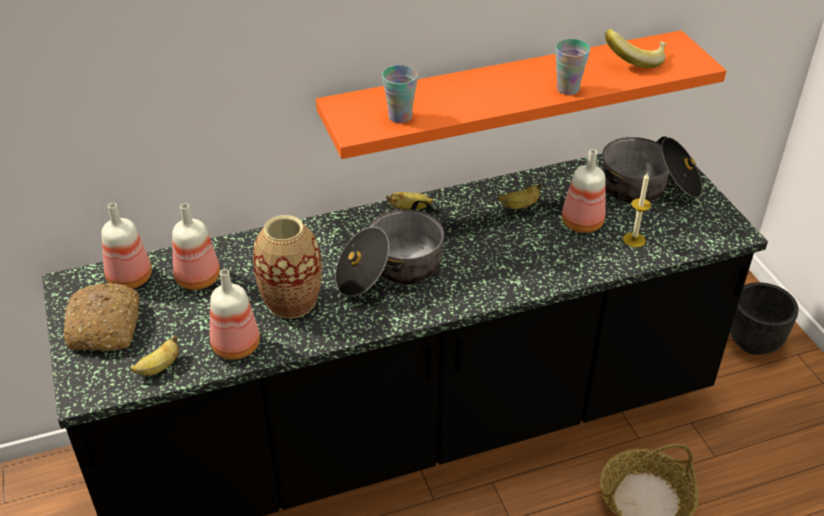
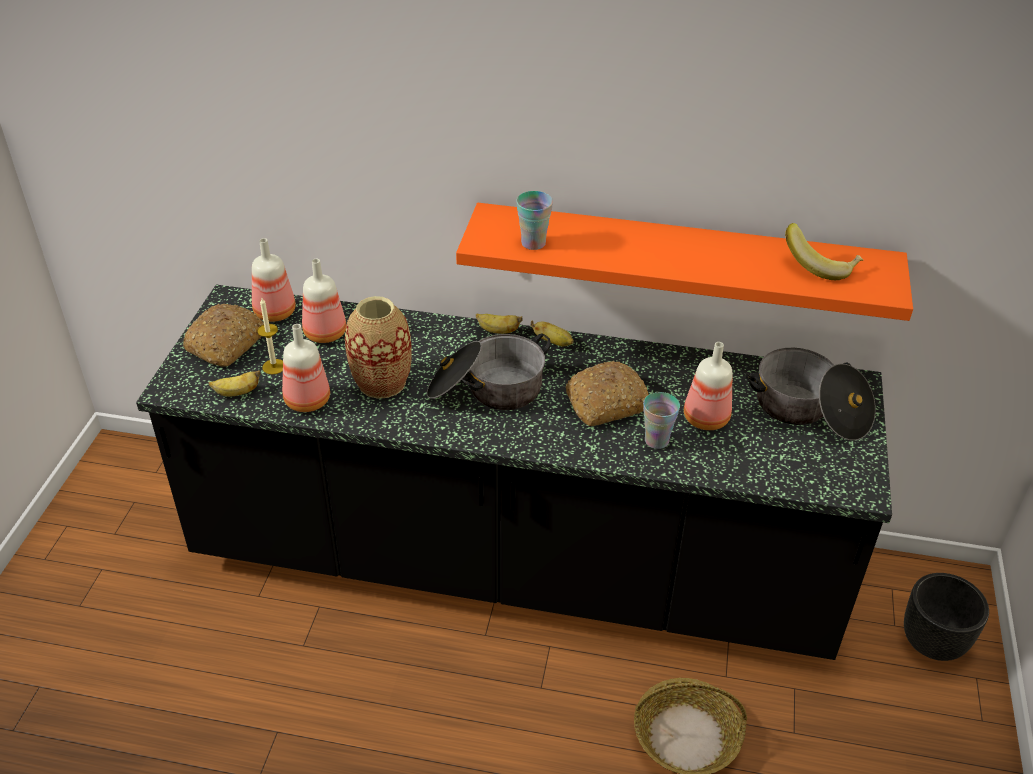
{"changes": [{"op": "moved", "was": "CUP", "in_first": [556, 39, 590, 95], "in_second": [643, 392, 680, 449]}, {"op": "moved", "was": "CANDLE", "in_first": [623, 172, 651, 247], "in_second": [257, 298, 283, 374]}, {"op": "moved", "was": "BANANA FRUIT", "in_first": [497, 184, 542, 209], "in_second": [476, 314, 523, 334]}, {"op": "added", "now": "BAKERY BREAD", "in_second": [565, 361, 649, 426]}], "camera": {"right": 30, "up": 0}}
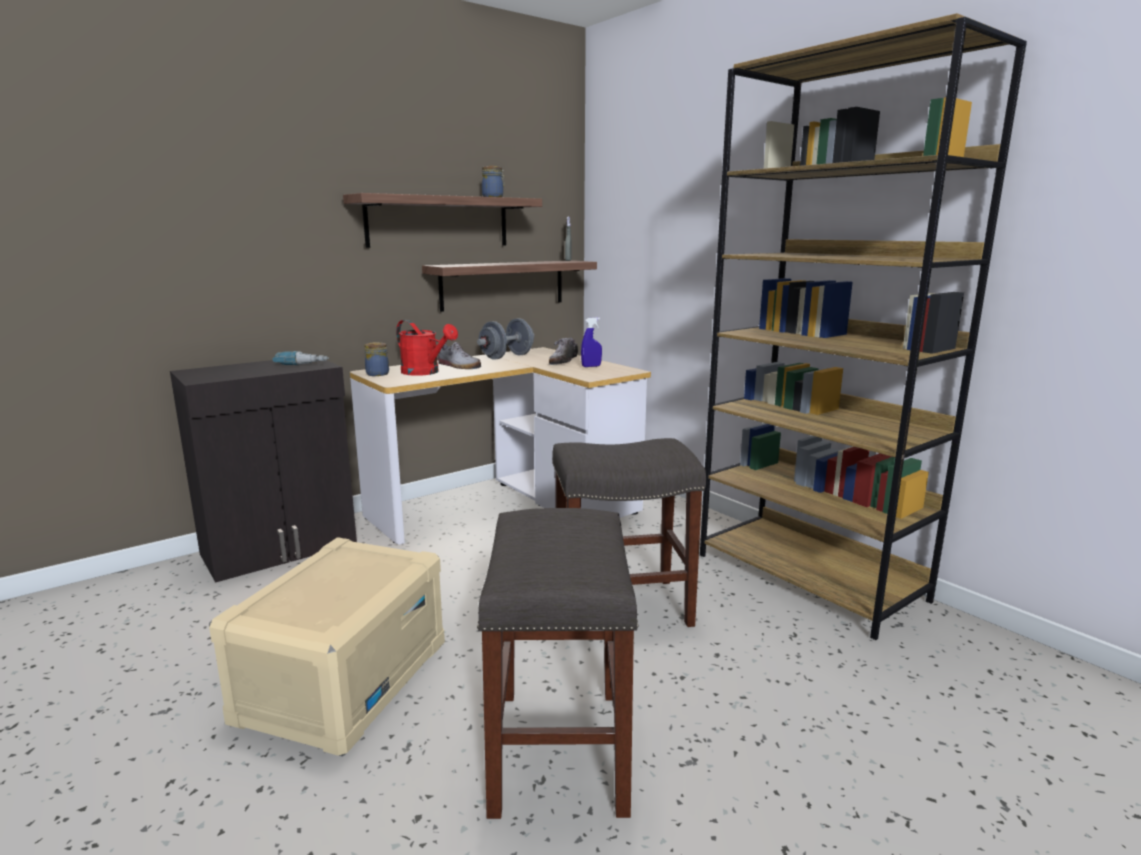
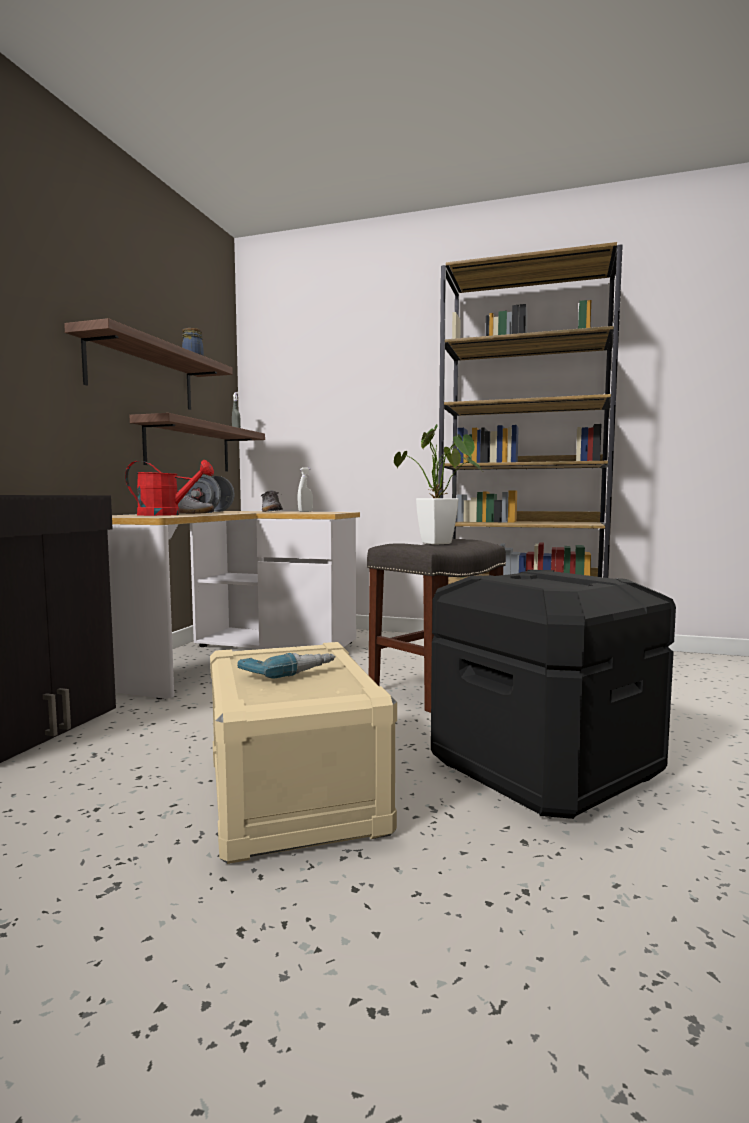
{"changes": [{"op": "recoloured", "was": "BLUE SPRAYER", "now": "WHITISH SPRAYER", "in_first": [581, 317, 602, 367], "in_second": [298, 467, 313, 512]}, {"op": "removed", "was": "JAR", "in_first": [364, 342, 389, 376]}, {"op": "moved", "was": "ELECTRIC DRILL", "in_first": [272, 351, 329, 365], "in_second": [237, 653, 336, 678]}, {"op": "replaced", "was": "GREY STOOL SEAT", "now": "BLACK-COLOURED STORAGE BIN", "in_first": [477, 508, 639, 819], "in_second": [431, 570, 676, 819]}, {"op": "added", "now": "PLANT IN A POT", "in_second": [394, 424, 482, 545]}], "camera": {"right": -35, "up": -10}}
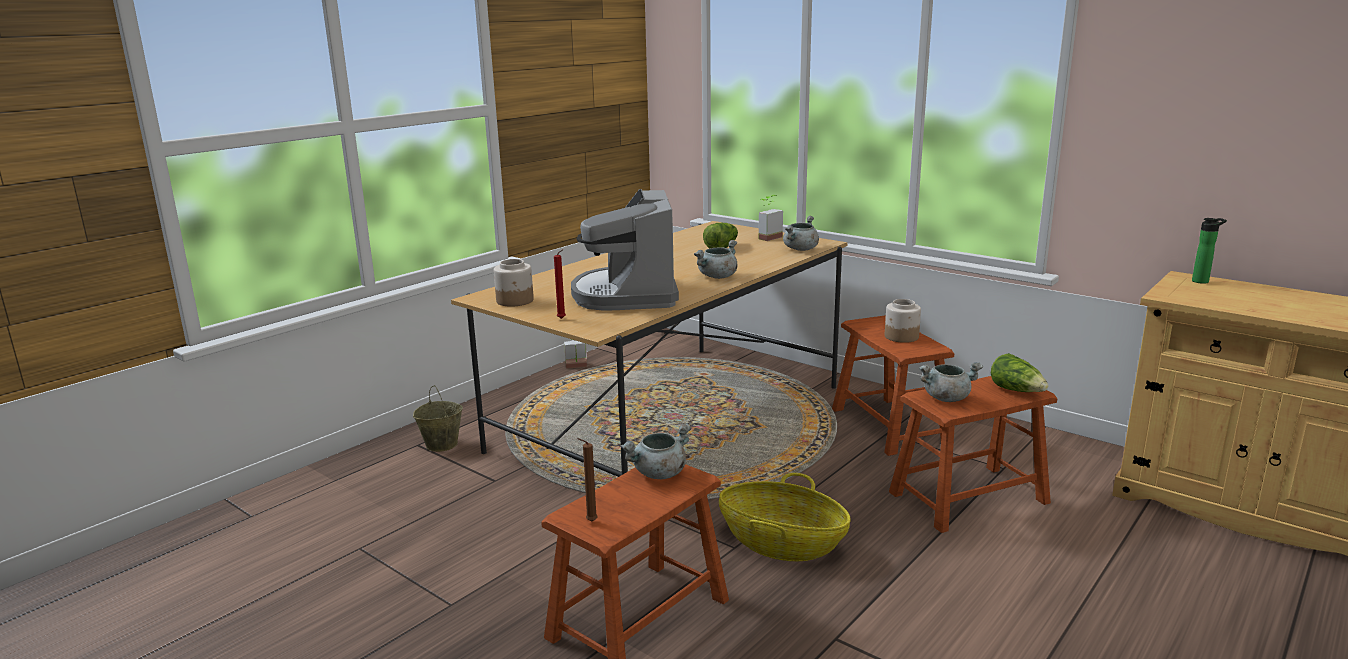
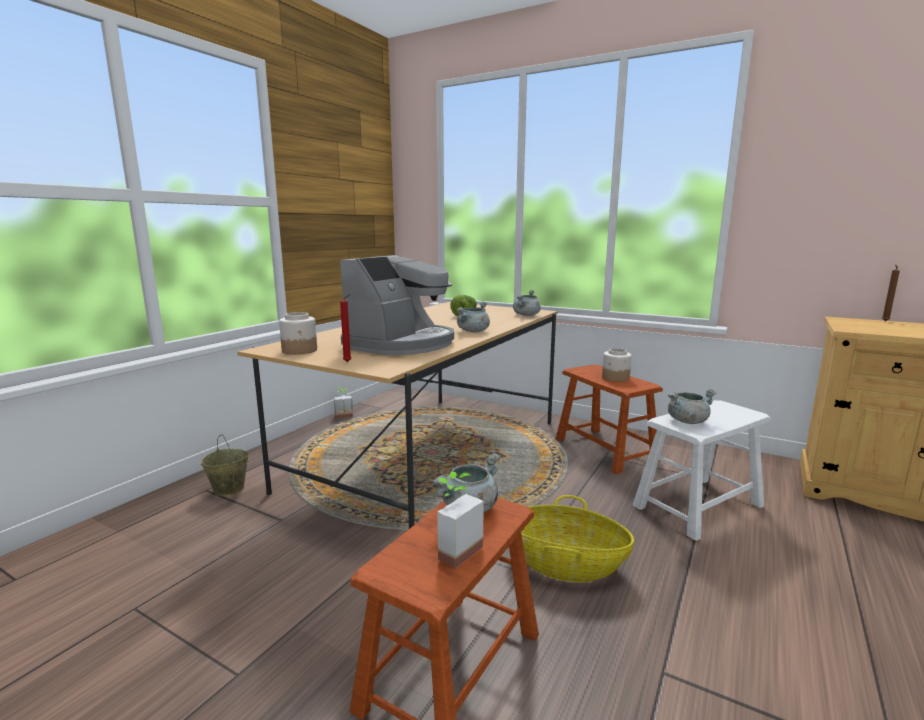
{"changes": [{"op": "turned", "was": "COFFEE MACHINE", "in_first": [571, 189, 679, 311], "in_second": [340, 255, 454, 355], "clockwise": -135}, {"op": "moved", "was": "PLANT IN A POT", "in_first": [759, 195, 783, 241], "in_second": [437, 472, 484, 569]}, {"op": "removed", "was": "DRINK BOTTLE", "in_first": [1192, 218, 1227, 284]}, {"op": "removed", "was": "LETTUCE", "in_first": [991, 353, 1048, 392]}, {"op": "recoloured", "was": "BROWN-COLOURED STOOL SEAT", "now": "WHITISH STOOL SEAT", "in_first": [889, 376, 1058, 533], "in_second": [633, 400, 771, 541]}, {"op": "moved", "was": "BROWN-COLOURED CANDLE", "in_first": [578, 438, 598, 521], "in_second": [882, 265, 900, 321]}], "camera": {"right": -10, "up": -5}}
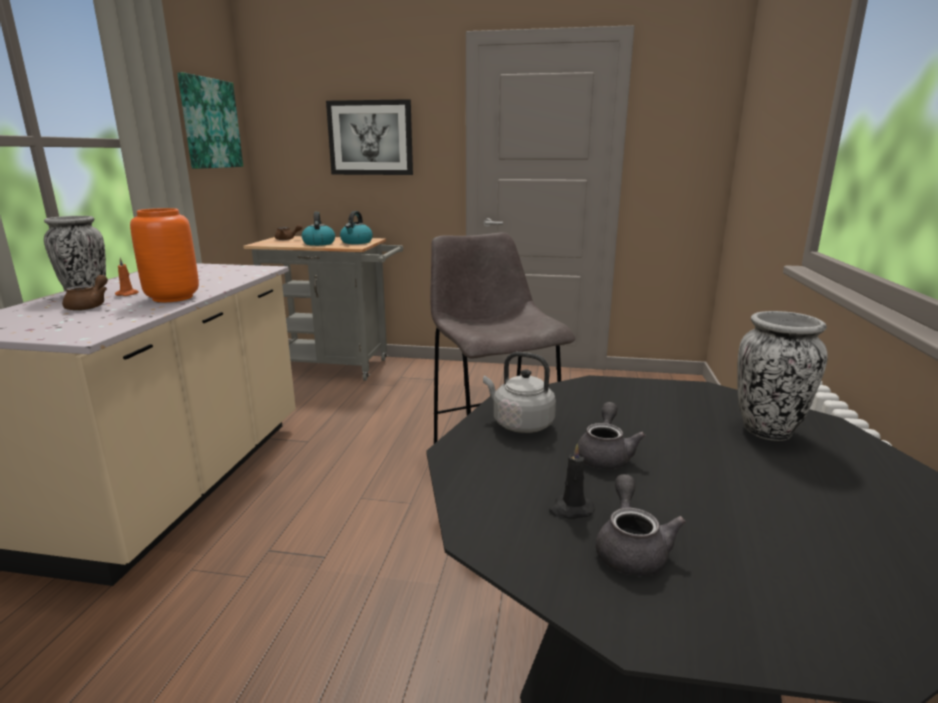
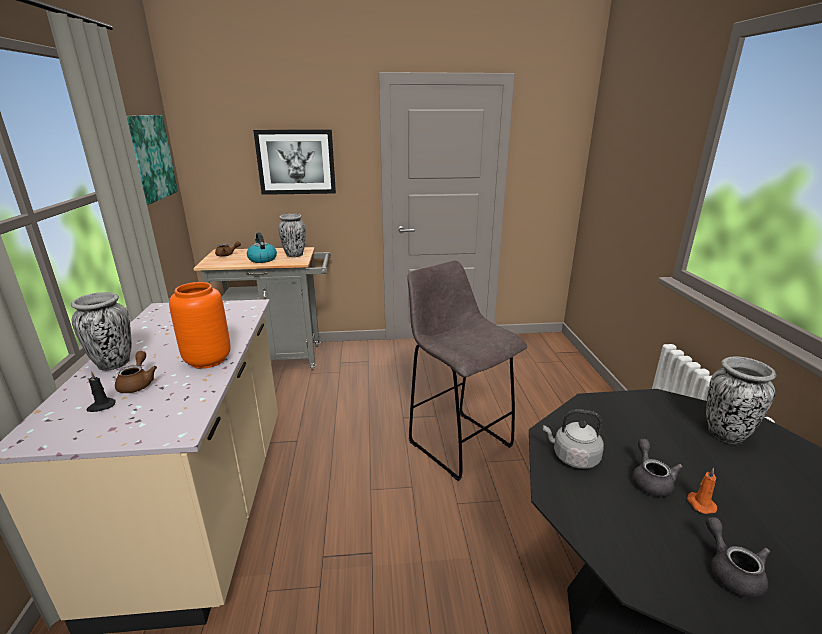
{"changes": [{"op": "replaced", "was": "TEA KETTLE", "now": "VASE", "in_first": [340, 211, 373, 244], "in_second": [278, 214, 306, 257]}, {"op": "moved", "was": "ORANGE CANDLE", "in_first": [115, 258, 139, 296], "in_second": [687, 468, 717, 514]}, {"op": "moved", "was": "BLACK-COLOURED CANDLE", "in_first": [549, 444, 594, 519], "in_second": [87, 371, 116, 412]}], "camera": {"right": -15, "up": 5}}
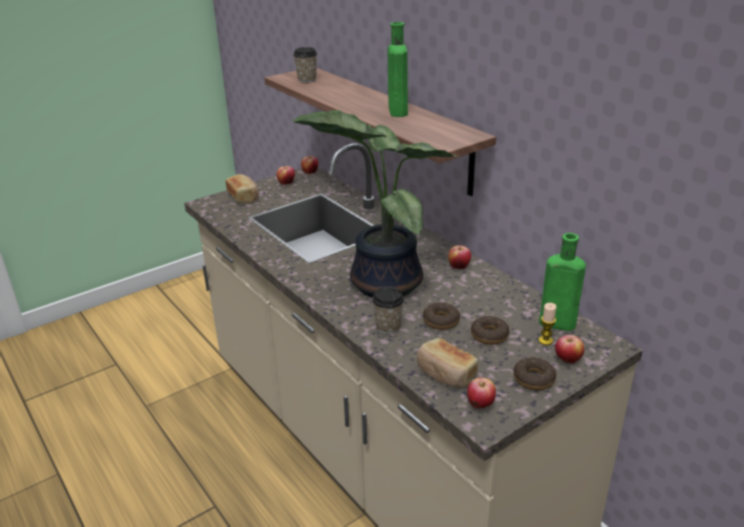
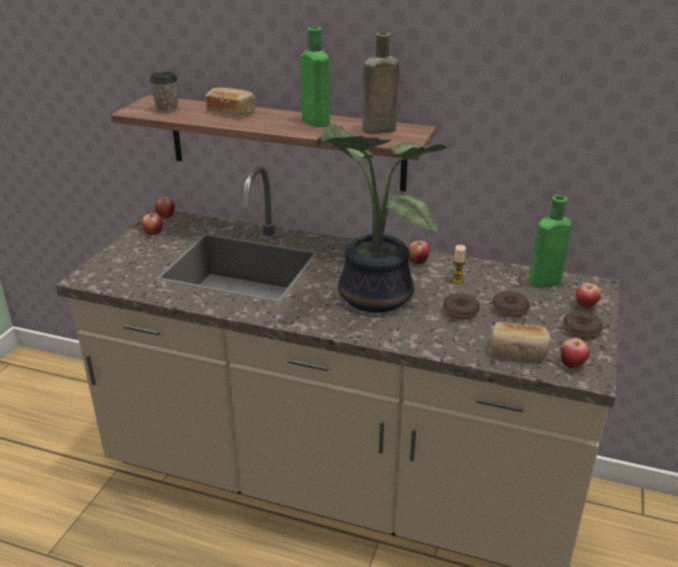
{"changes": [{"op": "moved", "was": "BAKERY BREAD", "in_first": [226, 174, 258, 203], "in_second": [206, 88, 256, 115]}, {"op": "removed", "was": "CUP", "in_first": [372, 287, 404, 334]}, {"op": "moved", "was": "CANDLE", "in_first": [538, 303, 556, 345], "in_second": [451, 245, 466, 284]}, {"op": "added", "now": "BROWN-COLOURED DRINK BOTTLE", "in_second": [362, 32, 399, 134]}], "camera": {"right": -35, "up": 0}}
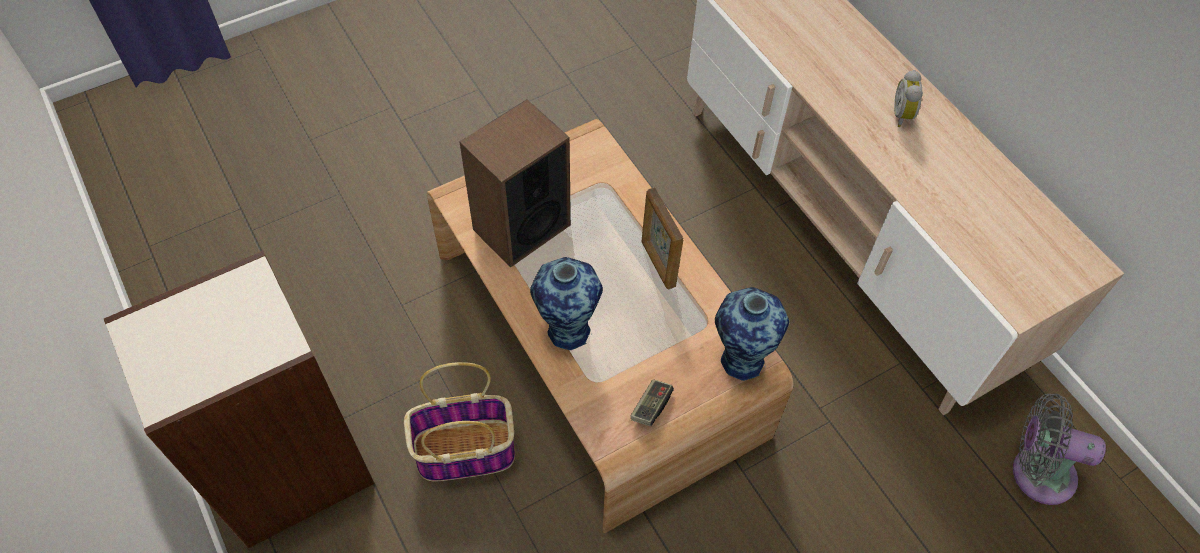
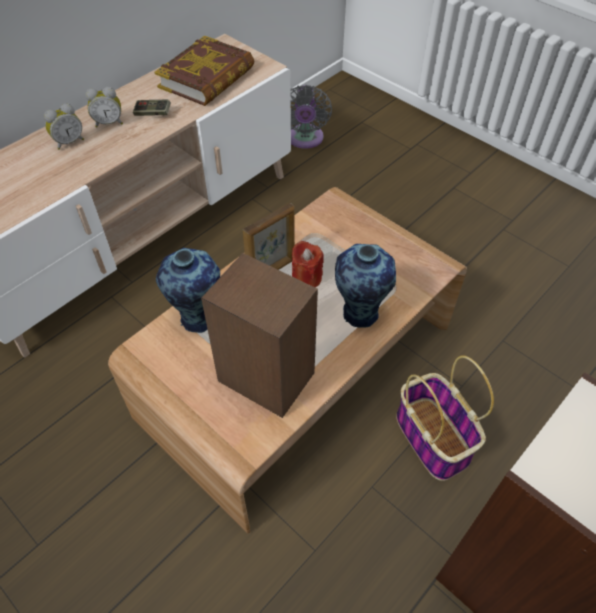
{"changes": [{"op": "moved", "was": "VASE", "in_first": [715, 287, 789, 381], "in_second": [156, 248, 220, 333]}, {"op": "moved", "was": "GAME CONTROLLER", "in_first": [631, 379, 674, 427], "in_second": [133, 99, 171, 116]}, {"op": "added", "now": "BOUND BOOK", "in_second": [154, 36, 254, 106]}, {"op": "added", "now": "BEDSIDE CLOCK", "in_second": [44, 103, 84, 150]}, {"op": "added", "now": "RED CANDLE", "in_second": [292, 241, 324, 288]}], "camera": {"right": -105, "up": -5}}
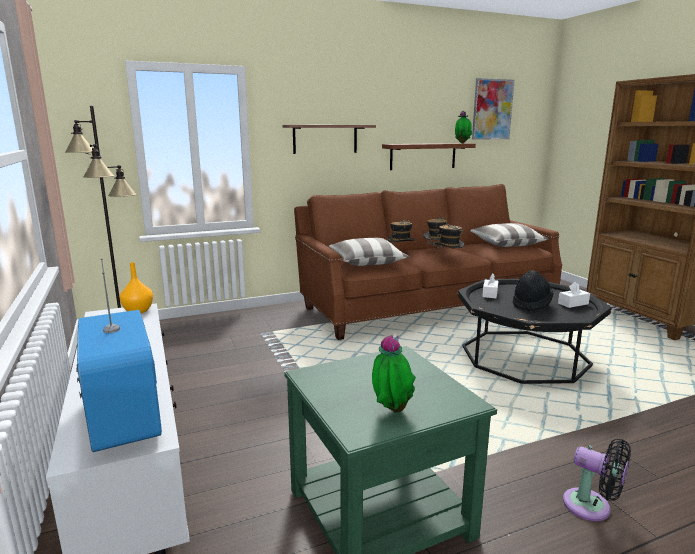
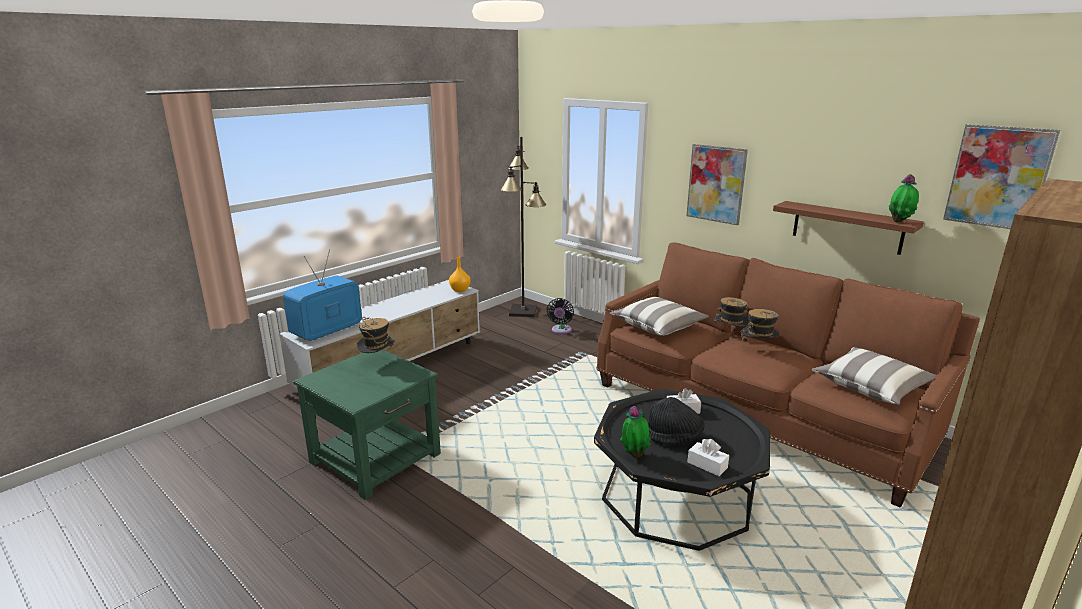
{"changes": [{"op": "replaced", "was": "SHELF", "now": "PICTURE", "in_first": [282, 125, 376, 154], "in_second": [687, 144, 748, 225]}, {"op": "moved", "was": "HAT", "in_first": [434, 224, 464, 257], "in_second": [357, 317, 395, 353]}, {"op": "moved", "was": "PLANT IN A POT", "in_first": [372, 335, 416, 413], "in_second": [620, 406, 651, 458]}, {"op": "moved", "was": "BLACK-COLOURED FAN", "in_first": [563, 439, 631, 521], "in_second": [547, 298, 574, 334]}], "camera": {"right": 65, "up": 5}}
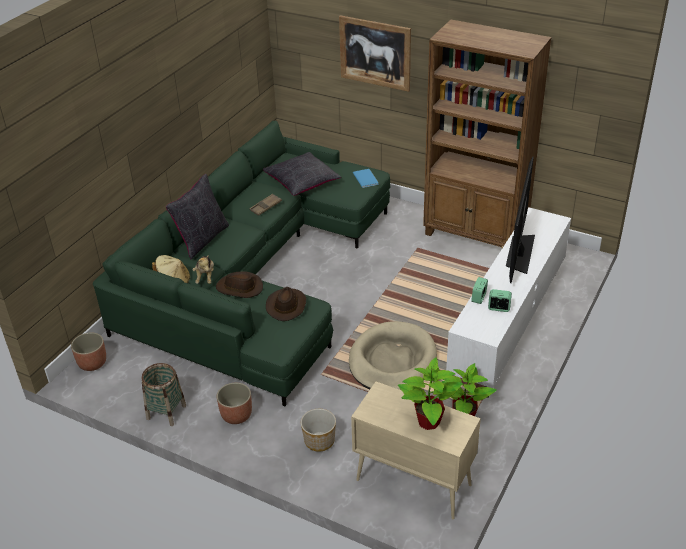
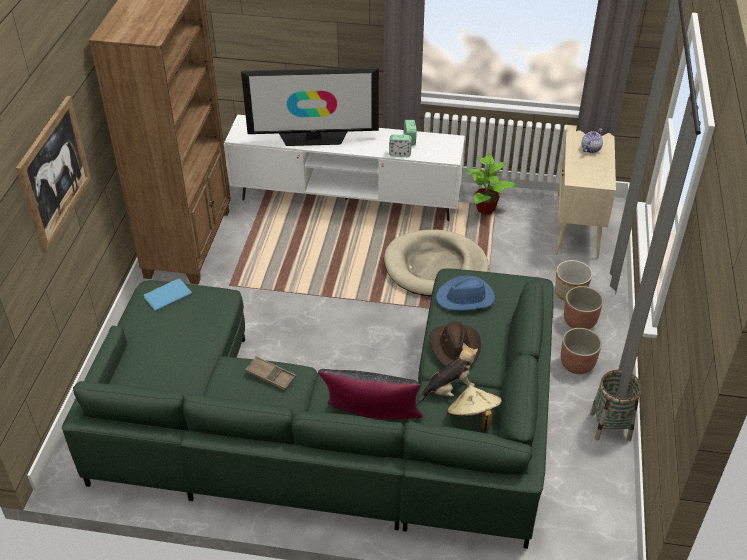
{"changes": [{"op": "removed", "was": "BLACK-COLOURED CUSHION", "in_first": [263, 152, 341, 196]}, {"op": "recoloured", "was": "BROWN-COLOURED HAT", "now": "BLUE HAT", "in_first": [266, 287, 306, 321], "in_second": [436, 276, 495, 311]}, {"op": "moved", "was": "PLANT POT", "in_first": [71, 332, 106, 371], "in_second": [564, 286, 603, 329]}, {"op": "replaced", "was": "PLANT IN A POT", "now": "POT FOR TEA", "in_first": [398, 357, 463, 430], "in_second": [581, 128, 603, 153]}], "camera": {"right": -110, "up": 5}}
